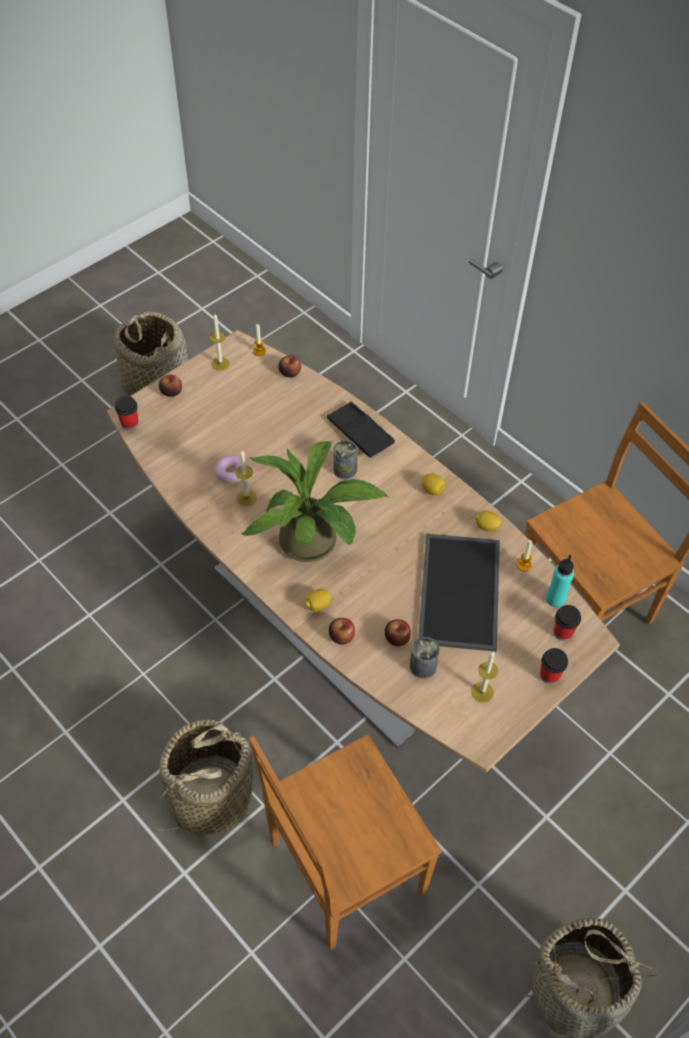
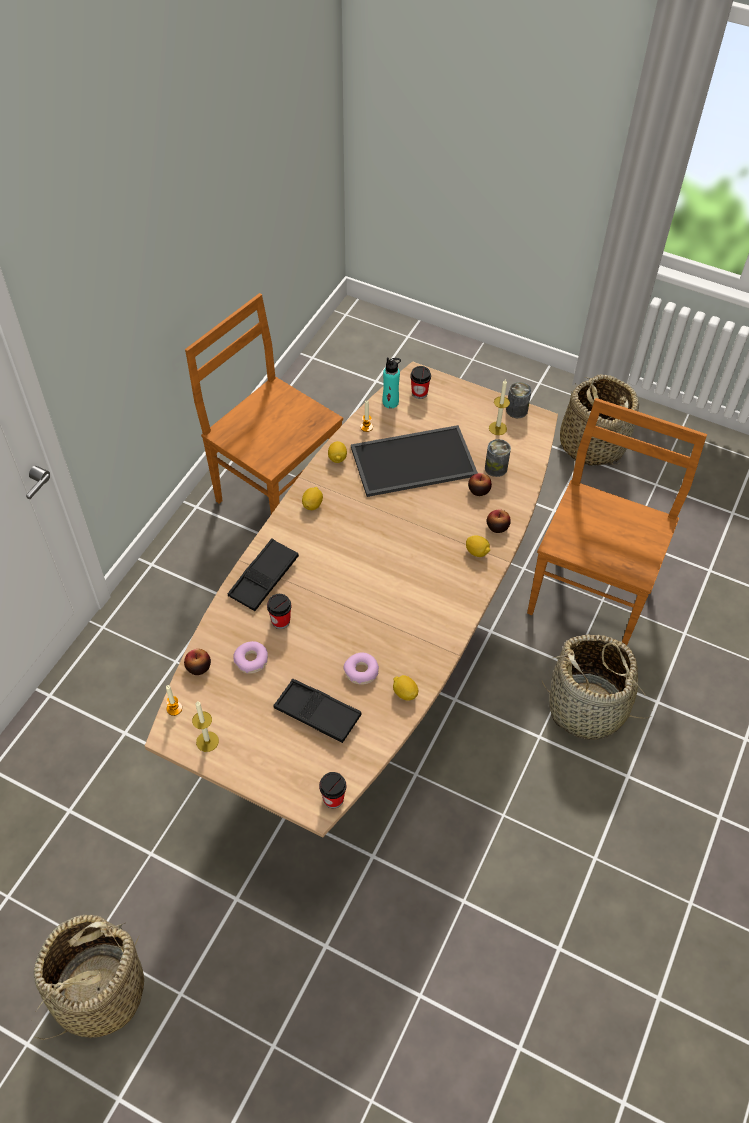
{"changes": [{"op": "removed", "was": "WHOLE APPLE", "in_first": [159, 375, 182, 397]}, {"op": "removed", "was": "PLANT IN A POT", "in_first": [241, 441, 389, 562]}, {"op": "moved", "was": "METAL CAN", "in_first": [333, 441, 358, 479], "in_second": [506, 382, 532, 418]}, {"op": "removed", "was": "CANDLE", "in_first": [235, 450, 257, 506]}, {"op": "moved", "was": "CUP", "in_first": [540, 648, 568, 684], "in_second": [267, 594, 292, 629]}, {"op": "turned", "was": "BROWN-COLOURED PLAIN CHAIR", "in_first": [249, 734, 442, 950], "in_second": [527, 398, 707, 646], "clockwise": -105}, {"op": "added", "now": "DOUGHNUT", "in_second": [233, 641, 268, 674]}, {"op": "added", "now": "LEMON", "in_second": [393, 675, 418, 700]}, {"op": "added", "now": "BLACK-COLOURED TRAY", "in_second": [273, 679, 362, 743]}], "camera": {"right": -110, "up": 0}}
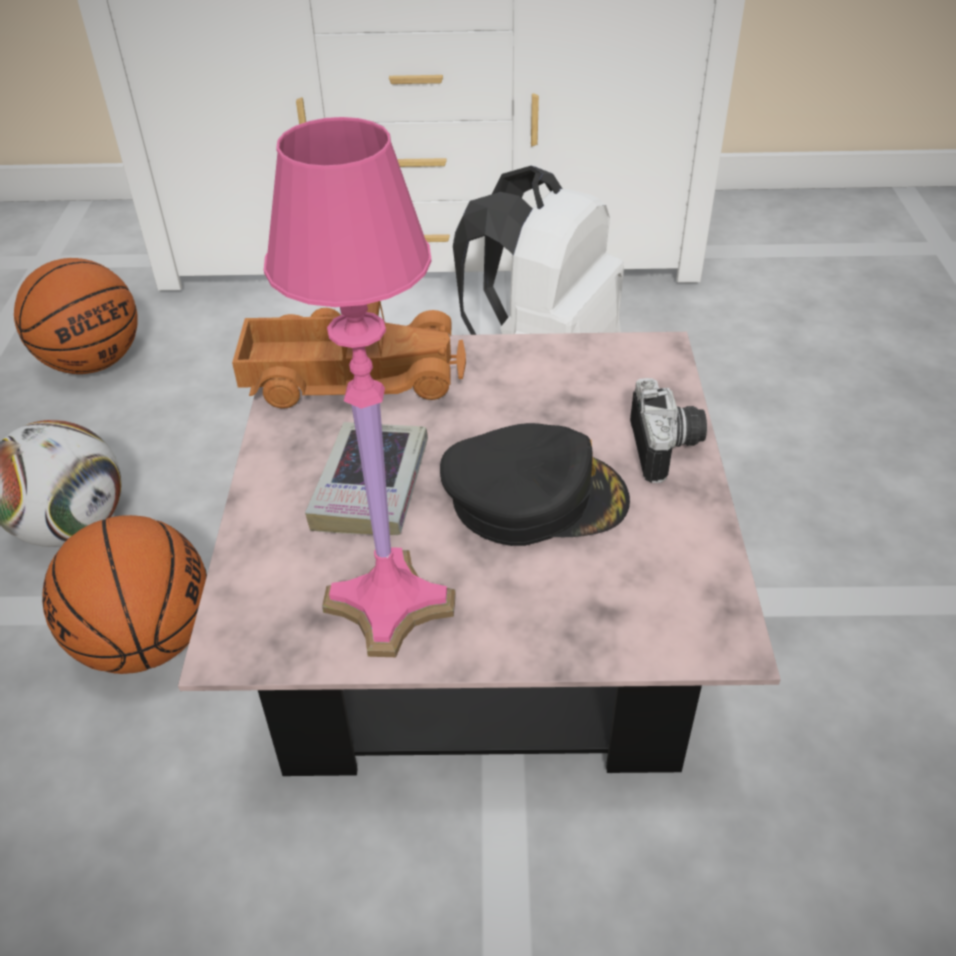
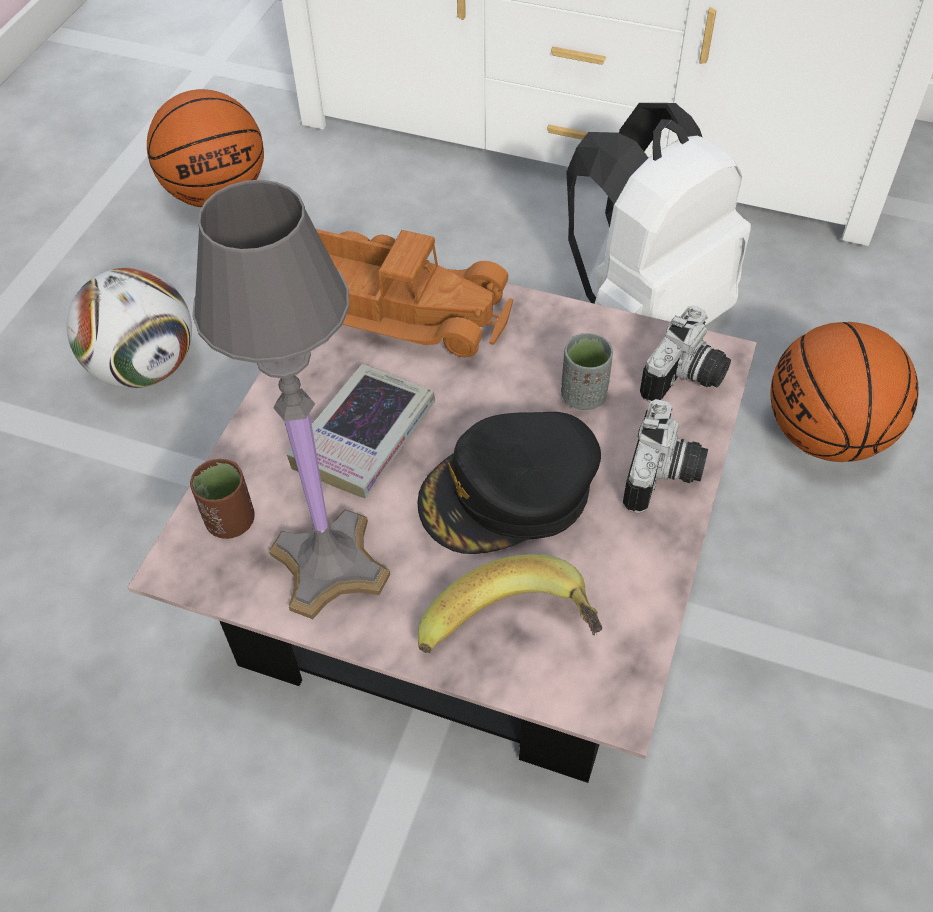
{"changes": [{"op": "recoloured", "was": "PINKISH TABLETOP LAMP", "now": "GREY TABLETOP LAMP", "in_first": [264, 117, 456, 657], "in_second": [192, 180, 391, 619]}, {"op": "turned", "was": "BLACK-COLOURED CAP", "in_first": [440, 423, 630, 546], "in_second": [417, 412, 601, 554], "clockwise": 135}, {"op": "moved", "was": "BASKETBALL BALL", "in_first": [42, 515, 207, 674], "in_second": [770, 322, 919, 462]}, {"op": "added", "now": "STILL CAMERA", "in_second": [640, 305, 731, 402]}, {"op": "added", "now": "GREY CUP", "in_second": [561, 333, 613, 410]}, {"op": "added", "now": "BROWN-COLOURED CUP", "in_second": [190, 459, 255, 539]}, {"op": "added", "now": "BANANA FRUIT", "in_second": [418, 554, 602, 653]}], "camera": {"right": 20, "up": 10}}
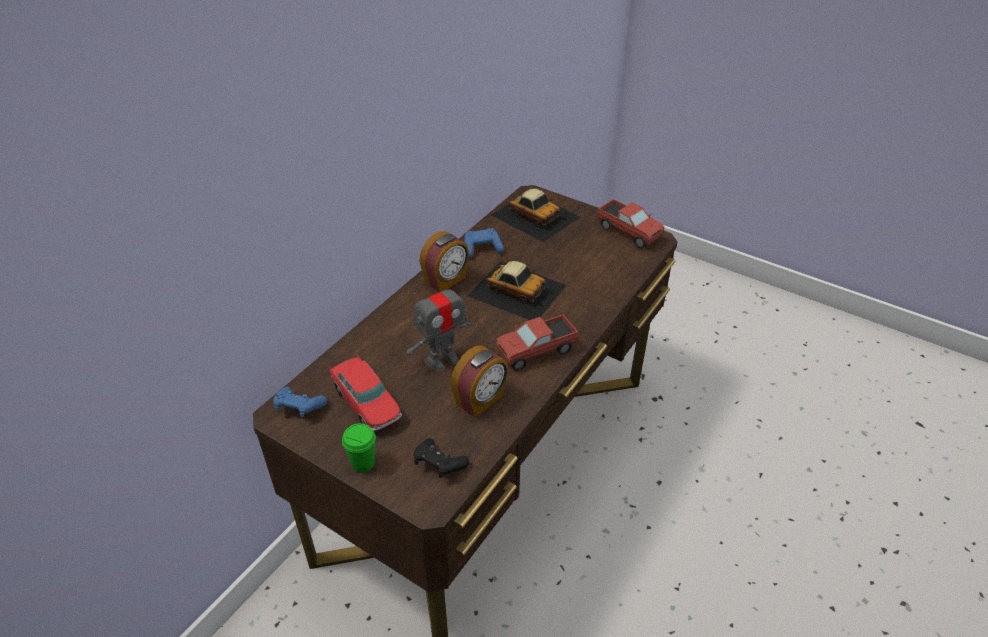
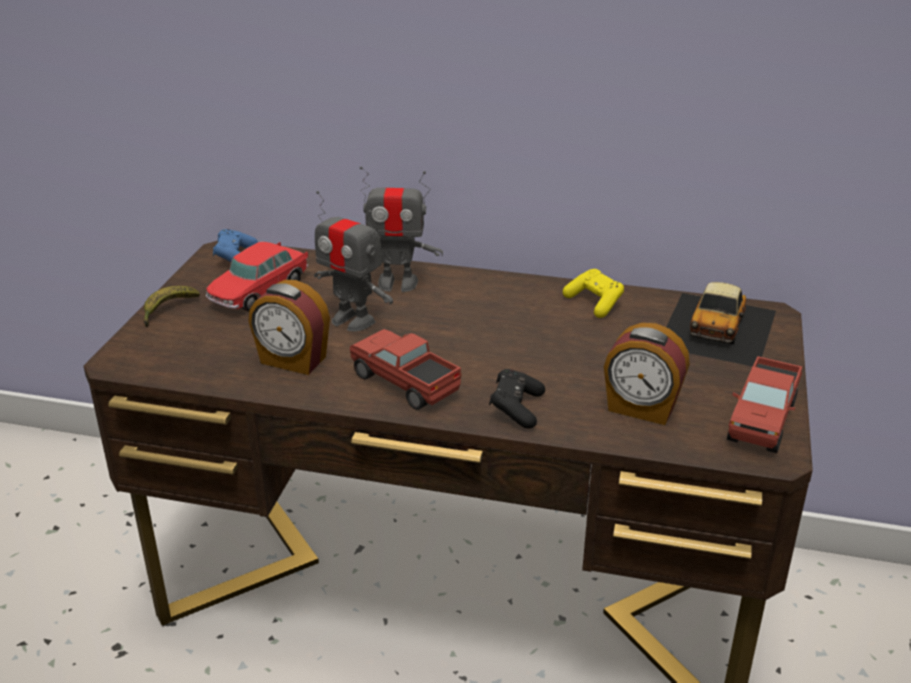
{"changes": [{"op": "recoloured", "was": "BLUE GAME CONTROLLER", "now": "YELLOW GAME CONTROLLER", "in_first": [464, 228, 504, 258], "in_second": [563, 269, 624, 318]}, {"op": "moved", "was": "BEDSIDE CLOCK", "in_first": [419, 231, 469, 292], "in_second": [604, 323, 690, 425]}, {"op": "removed", "was": "MINIATURE CAR", "in_first": [467, 261, 567, 320]}, {"op": "replaced", "was": "GREEN-COLOURED CUP", "now": "BANANA FRUIT", "in_first": [342, 423, 376, 473], "in_second": [144, 286, 200, 327]}, {"op": "moved", "was": "BLACK-COLOURED GAME CONTROLLER", "in_first": [414, 438, 469, 478], "in_second": [489, 369, 545, 429]}, {"op": "added", "now": "ROBOT FIGURE", "in_second": [360, 166, 443, 292]}], "camera": {"right": 70, "up": -10}}
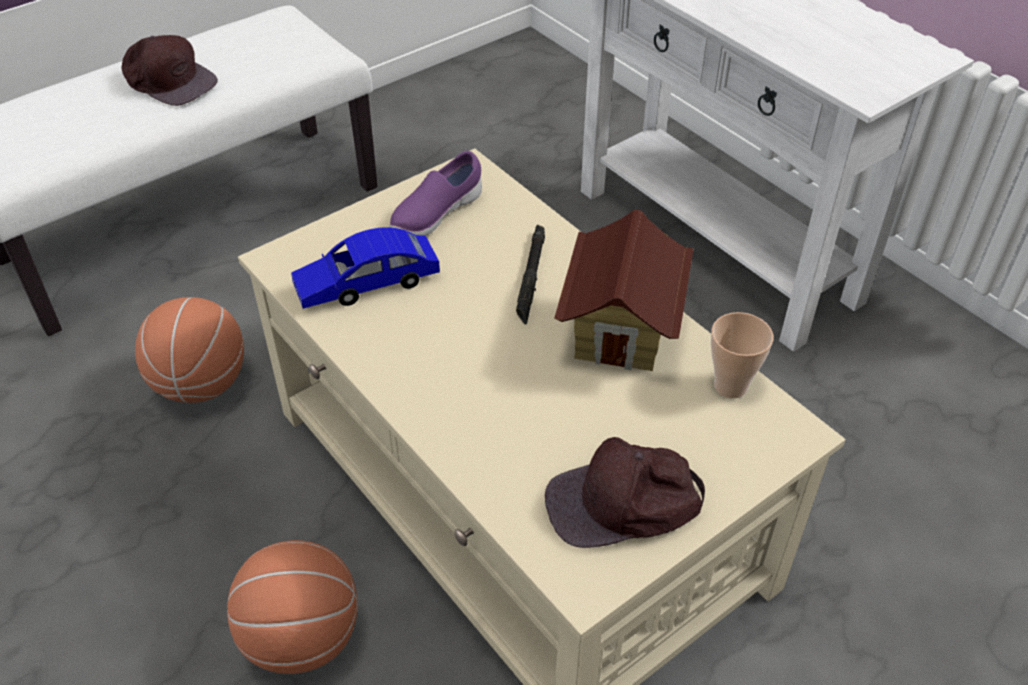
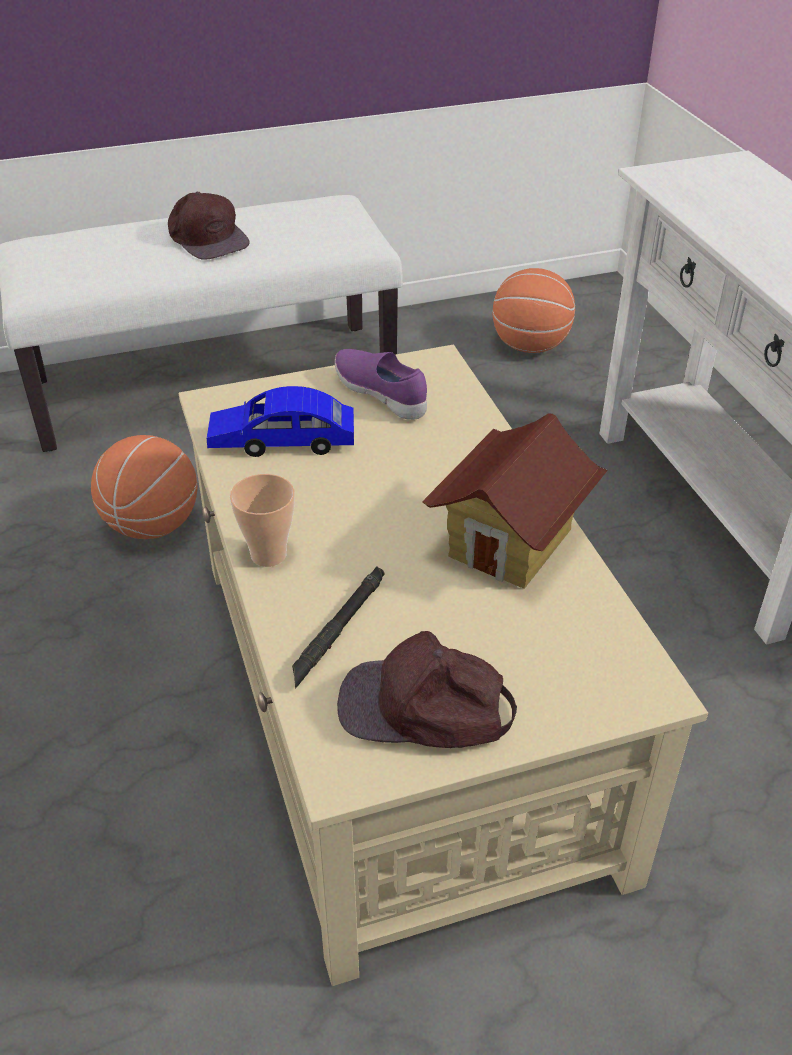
{"changes": [{"op": "turned", "was": "PURPLISH SHOE", "in_first": [389, 151, 482, 236], "in_second": [335, 349, 427, 420], "clockwise": 75}, {"op": "moved", "was": "BLACK-COLOURED FLASHLIGHT", "in_first": [516, 225, 545, 325], "in_second": [292, 566, 384, 689]}, {"op": "moved", "was": "CUP", "in_first": [711, 312, 774, 398], "in_second": [230, 474, 295, 567]}, {"op": "moved", "was": "BASKETBALL BALL", "in_first": [227, 540, 358, 674], "in_second": [493, 268, 575, 353]}], "camera": {"right": 20, "up": -5}}
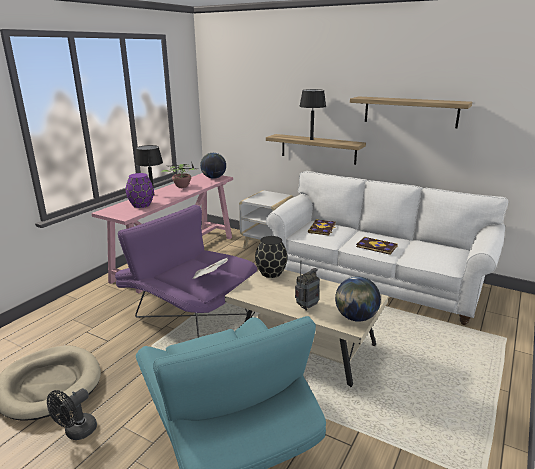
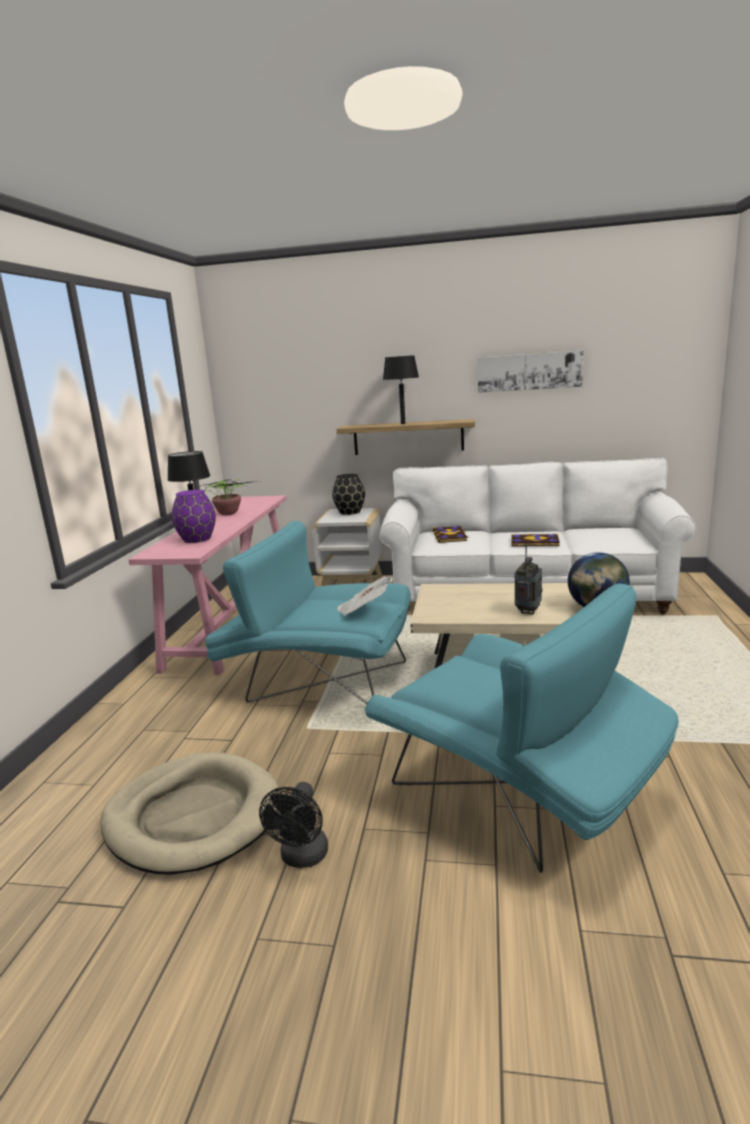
{"changes": [{"op": "replaced", "was": "SHELF", "now": "PICTURE", "in_first": [350, 96, 472, 128], "in_second": [478, 351, 583, 393]}, {"op": "removed", "was": "WORLD GLOBE", "in_first": [200, 153, 226, 179]}, {"op": "recoloured", "was": "PURPLISH ARMCHAIR", "now": "TURQUOISE-COLOURED ARMCHAIR", "in_first": [115, 205, 257, 338], "in_second": [205, 521, 411, 704]}, {"op": "moved", "was": "BLACK-COLOURED VASE", "in_first": [255, 236, 288, 278], "in_second": [332, 474, 365, 515]}], "camera": {"right": -20, "up": -5}}
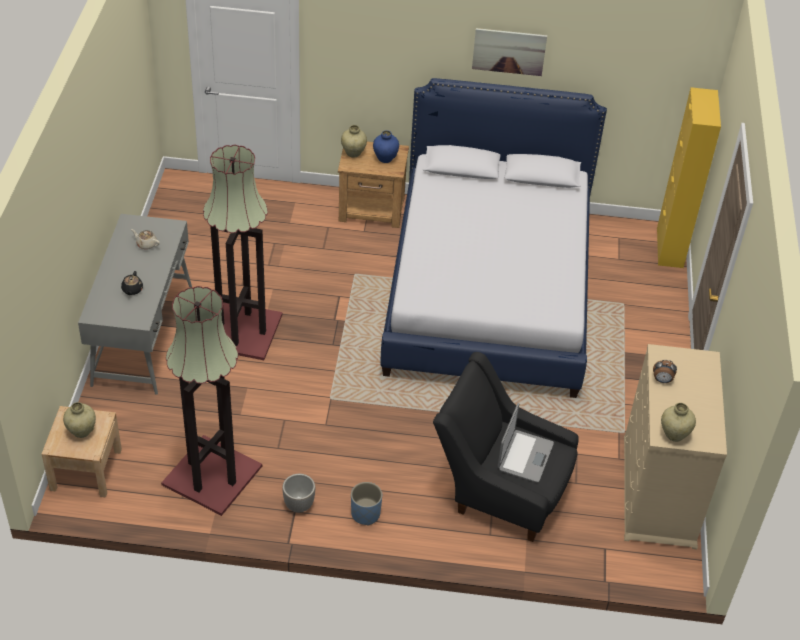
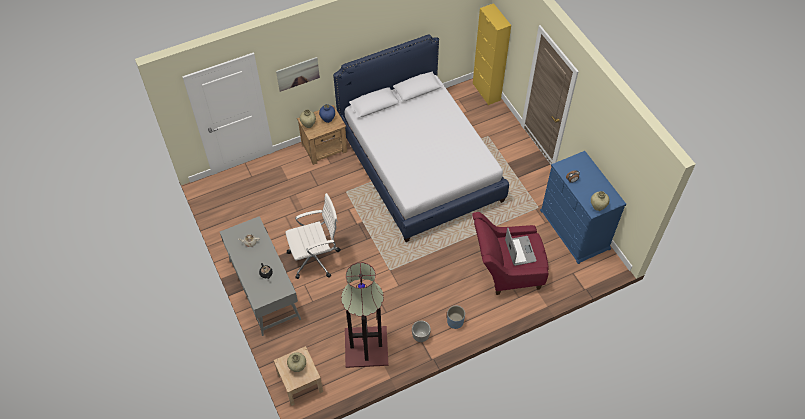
{"changes": [{"op": "moved", "was": "PICTURE", "in_first": [472, 28, 547, 76], "in_second": [276, 57, 320, 92]}, {"op": "replaced", "was": "STANDING LAMP", "now": "WHITISH OFFICE CHAIR", "in_first": [203, 145, 282, 360], "in_second": [285, 193, 341, 279]}, {"op": "recoloured", "was": "BEIGE DRAWER CHEST", "now": "BLUE DRAWER CHEST", "in_first": [624, 344, 727, 549], "in_second": [540, 151, 626, 264]}, {"op": "recoloured", "was": "BLACK-COLOURED ARMCHAIR", "now": "RED ARMCHAIR", "in_first": [433, 352, 579, 542], "in_second": [472, 212, 549, 295]}], "camera": {"right": -30, "up": 10}}
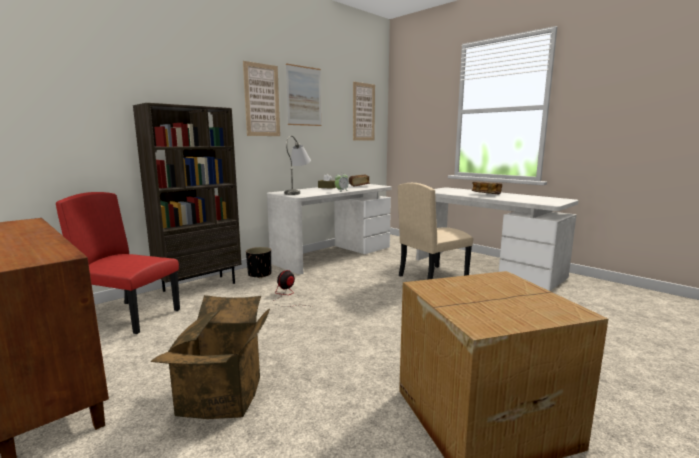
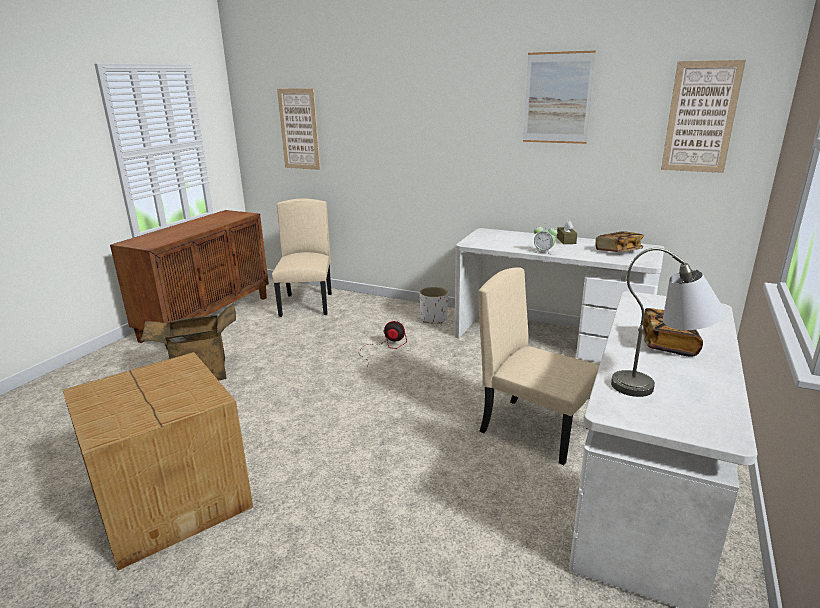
{"changes": [{"op": "moved", "was": "PICTURE", "in_first": [243, 61, 280, 136], "in_second": [277, 88, 320, 170]}, {"op": "removed", "was": "BROWN-COLOURED SHELVING UNIT", "in_first": [133, 103, 242, 292]}, {"op": "moved", "was": "GREY TABLETOP LAMP", "in_first": [284, 135, 311, 195], "in_second": [611, 248, 726, 397]}, {"op": "recoloured", "was": "RED PLAIN CHAIR", "now": "BEIGE PLAIN CHAIR", "in_first": [56, 192, 180, 334], "in_second": [272, 198, 332, 317]}, {"op": "recoloured", "was": "BLACK-COLOURED PLANT POT", "now": "WHITISH PLANT POT", "in_first": [246, 247, 271, 279], "in_second": [420, 287, 448, 324]}], "camera": {"right": 70, "up": 10}}
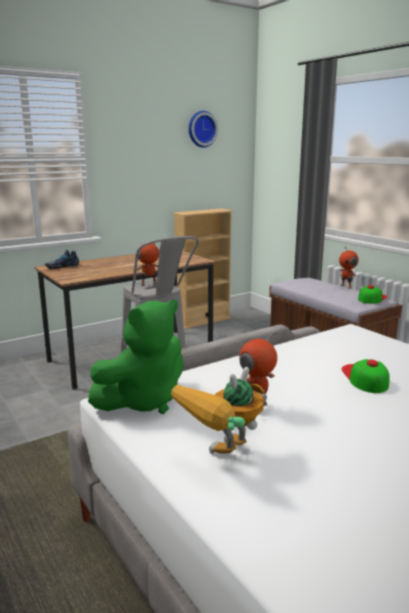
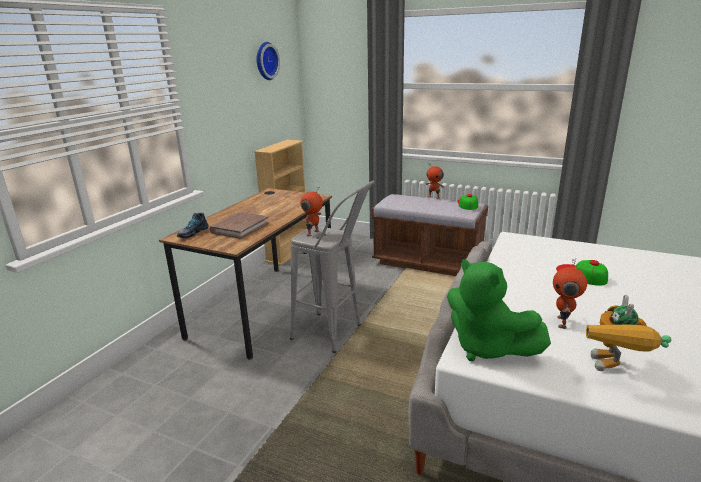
{"changes": [{"op": "turned", "was": "GREEN-COLOURED SOFT TOY", "in_first": [88, 300, 184, 414], "in_second": [447, 259, 551, 361], "clockwise": 120}, {"op": "added", "now": "BROWN-COLOURED BOUND BOOK", "in_second": [210, 212, 269, 239]}], "camera": {"right": -30, "up": 5}}
